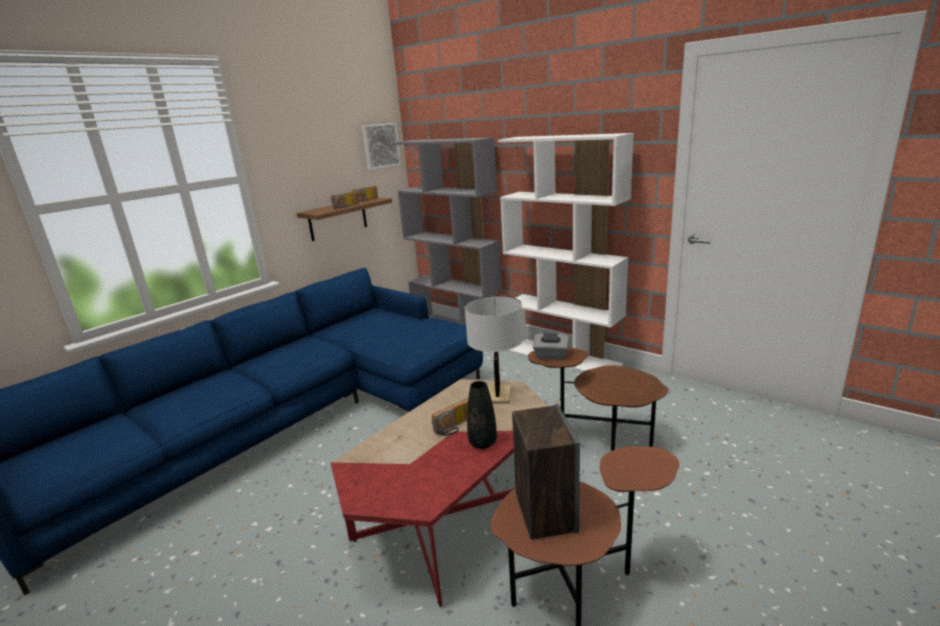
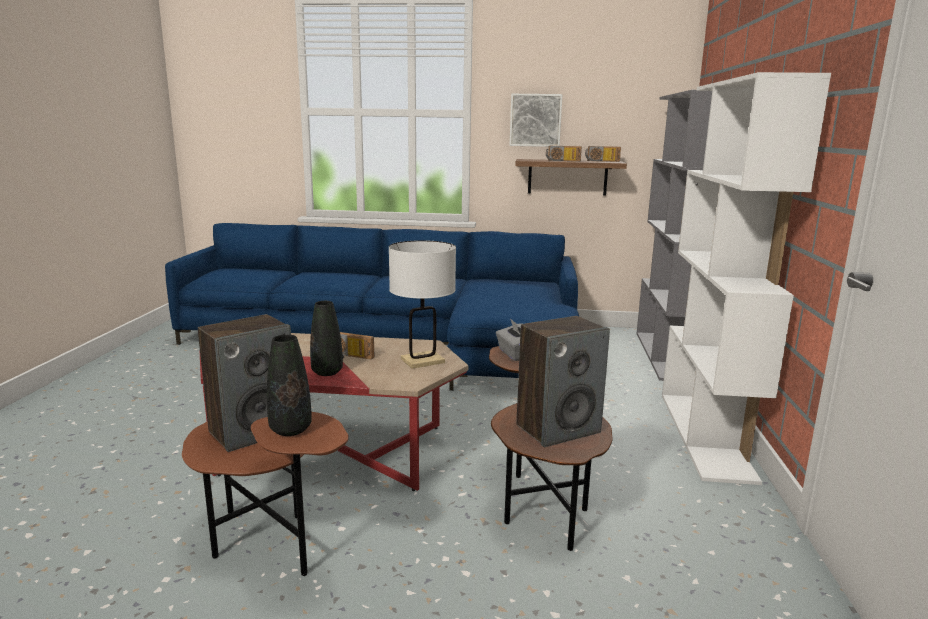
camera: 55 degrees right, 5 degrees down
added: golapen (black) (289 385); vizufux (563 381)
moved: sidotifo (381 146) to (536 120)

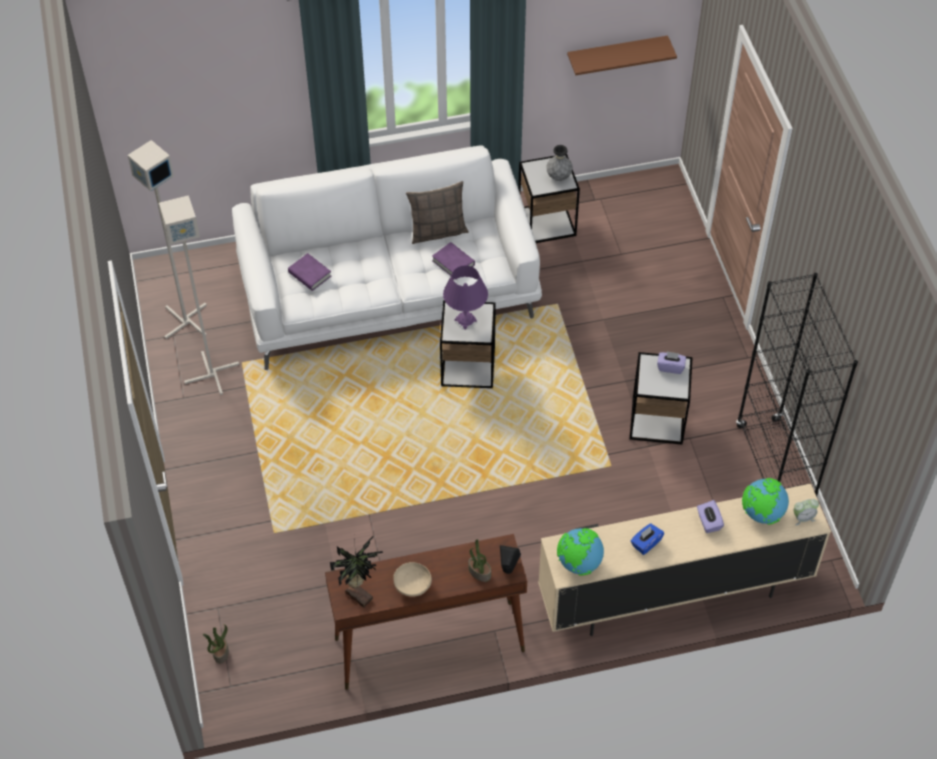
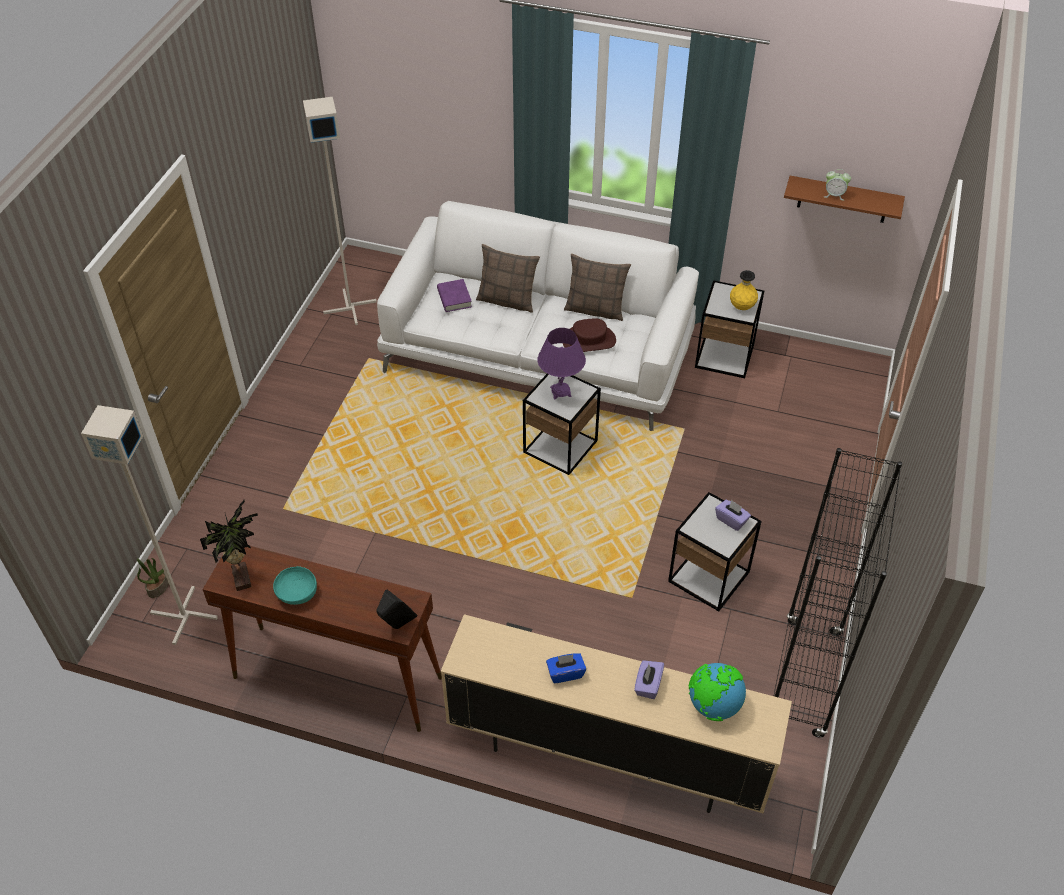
camera: 30 degrees right, 5 degrees down
removed: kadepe (480 560); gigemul (580 551)
added: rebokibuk (508 278)
moved: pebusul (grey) (199 295) to (149 525); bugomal (806 512) to (837 185)
replaced: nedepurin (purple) (453 261) to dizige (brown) (589 335)
recoloured: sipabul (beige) (412 579) to sipabul (turquoise) (295 585); golapen (grey) (559 163) to golapen (yellow) (744 290)

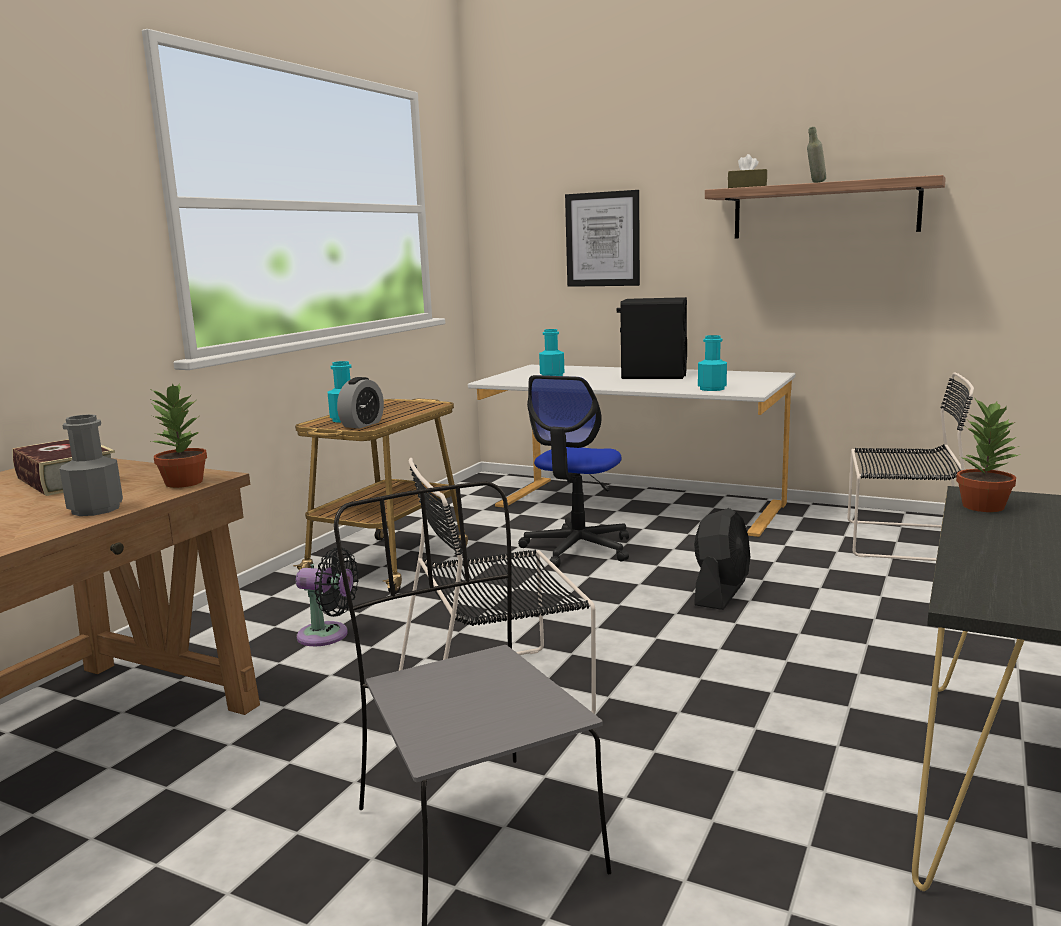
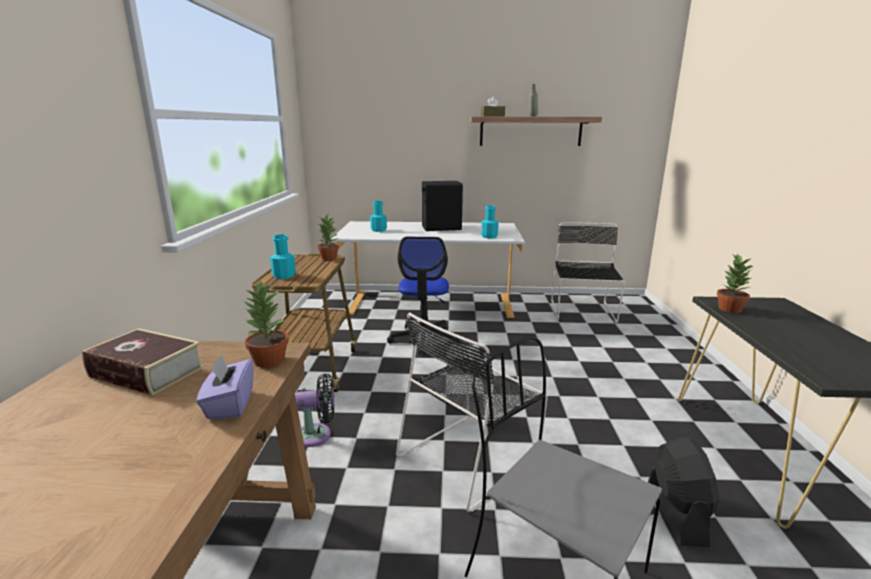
camera: 25 degrees left, 5 degrees up
removed: bugomal (360 402); sidotifo (602 238)
added: kadepe (327 237)
moved: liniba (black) (722 559) to (684 492)
replaced: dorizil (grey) (91 465) to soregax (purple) (225 387)
turned: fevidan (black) (910 466) = (588 272) 75 degrees counterclockwise

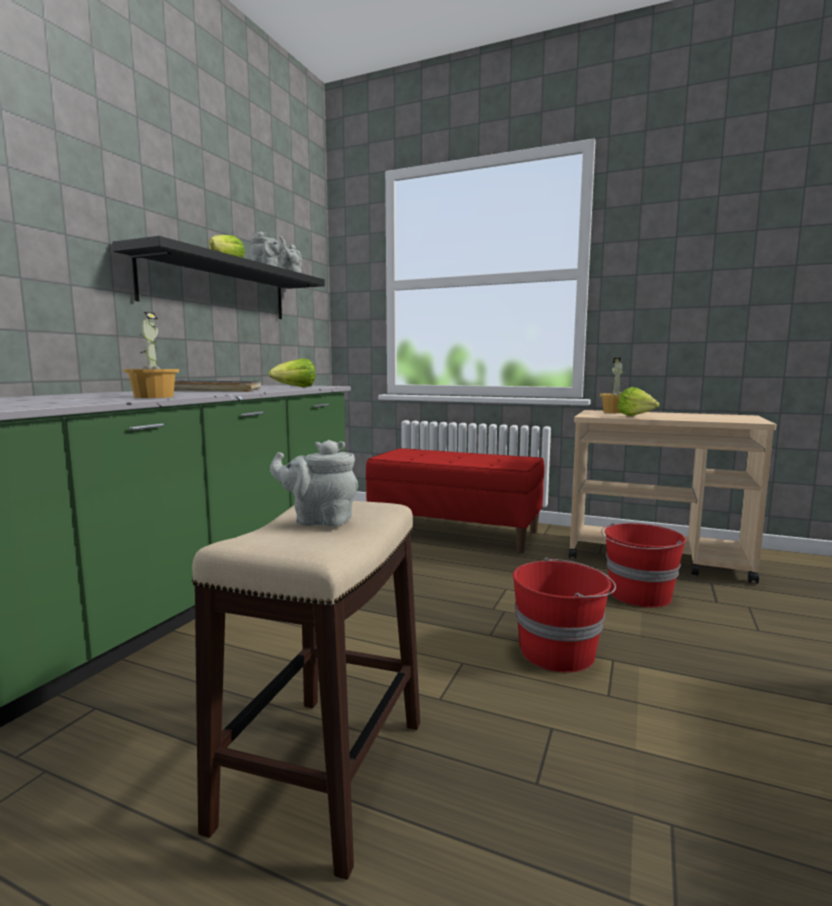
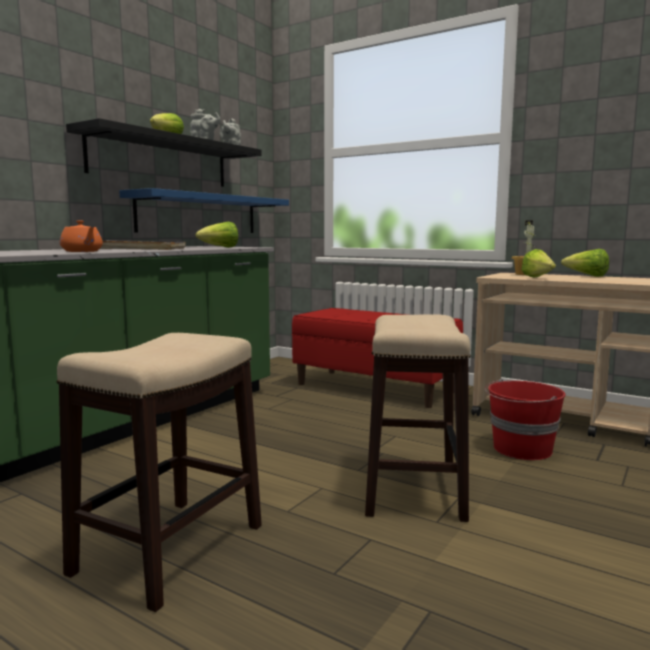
camera: 10 degrees right, 0 degrees up
removed: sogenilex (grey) (314 483)
added: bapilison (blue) (204 210); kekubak (585 263)
replaced: kadepe (151 355) to sogenilex (orange) (81 236); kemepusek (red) (564 615) to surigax (418 418)

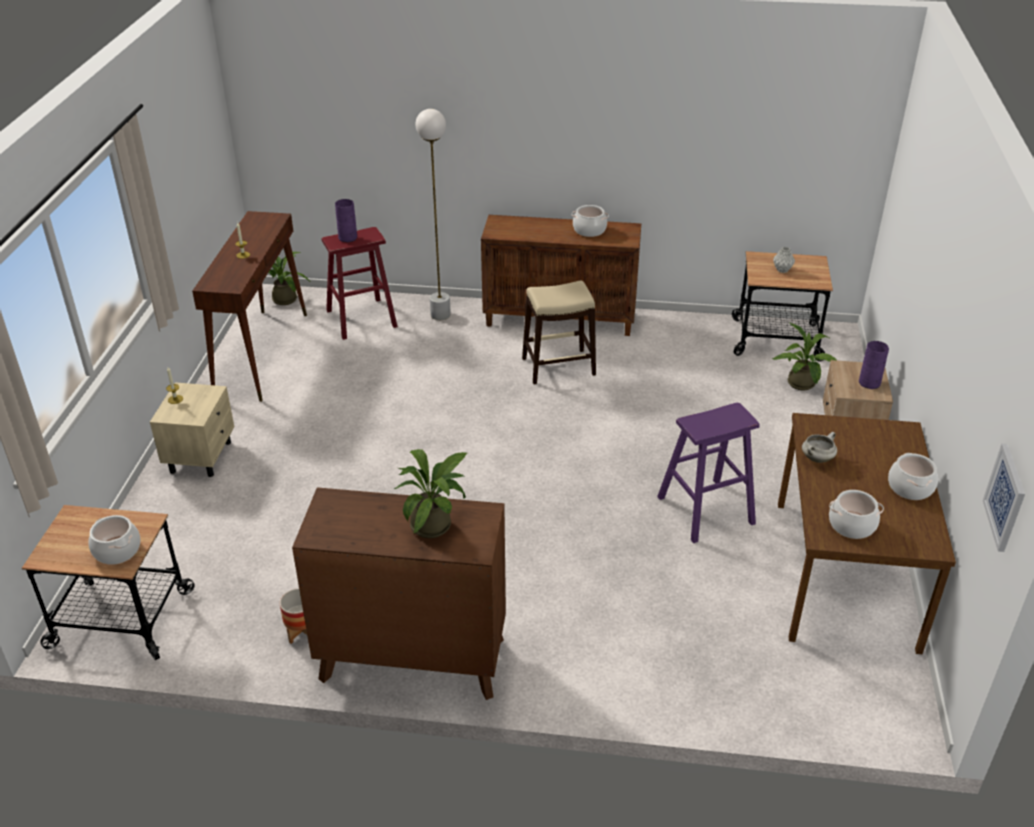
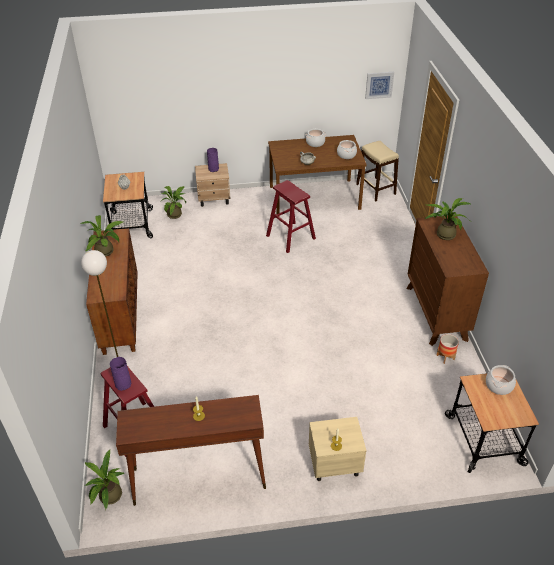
camera: 105 degrees left, 5 degrees up
moved: surigax (beige) (559 332) to (377 171)
replaced: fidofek (590 221) to kadepe (101 236)
recoloured: surigax (purple) (708 473) to surigax (red) (291 216)

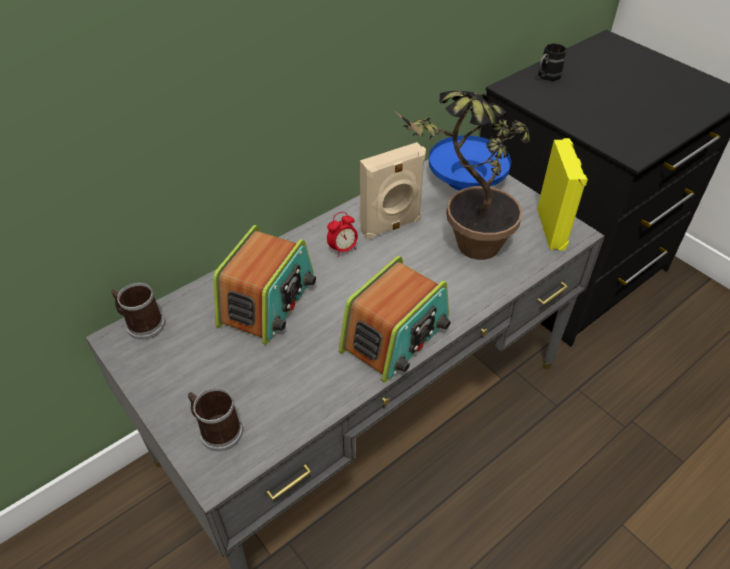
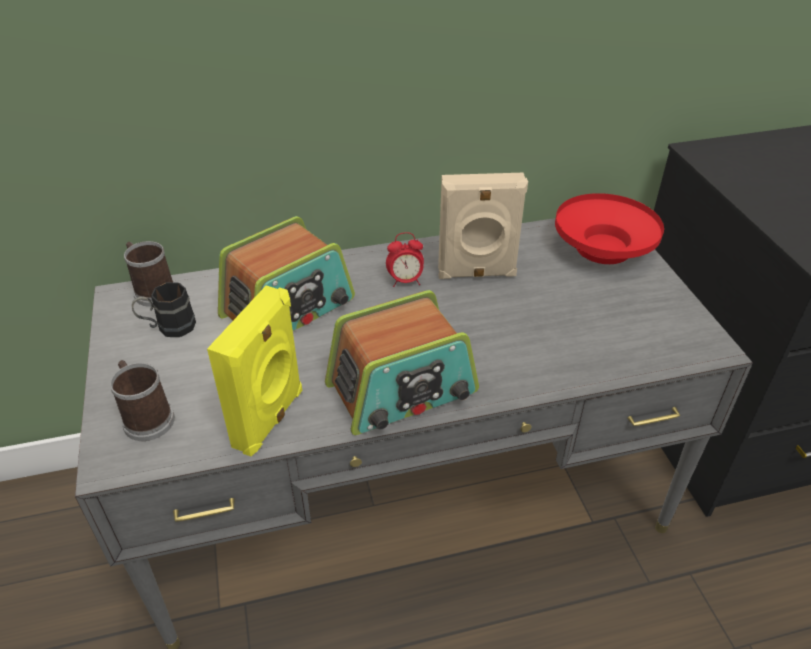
camera: 25 degrees right, 5 degrees down
removed: kadepe (463 175)
moved: vizufux (yellow) (562 194) to (254 371); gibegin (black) (552 62) to (164 309)
recoloured: sipabul (blue) (470 163) to sipabul (red) (609 228)

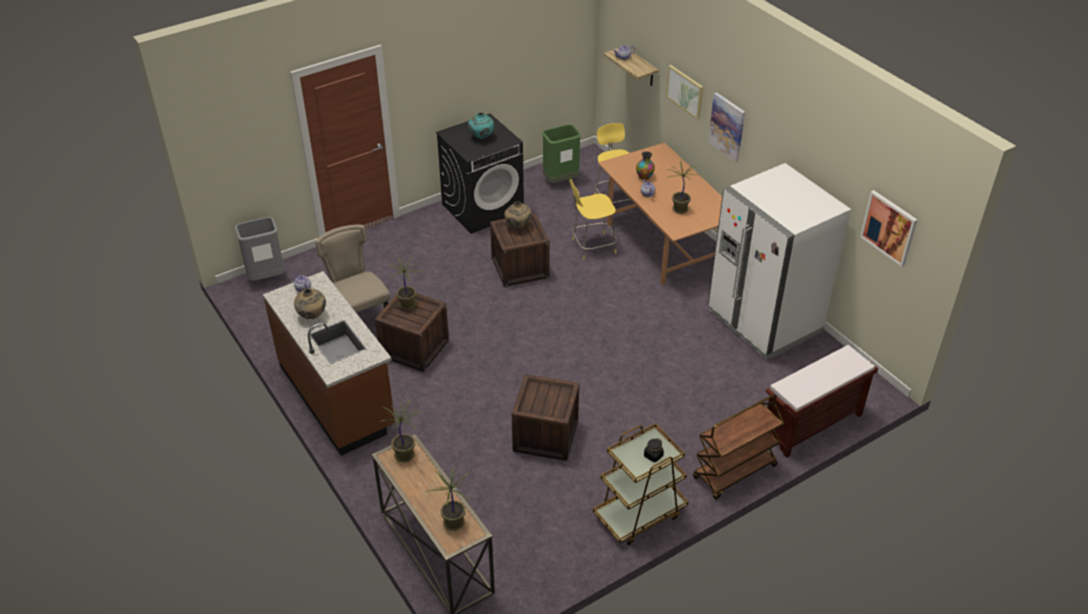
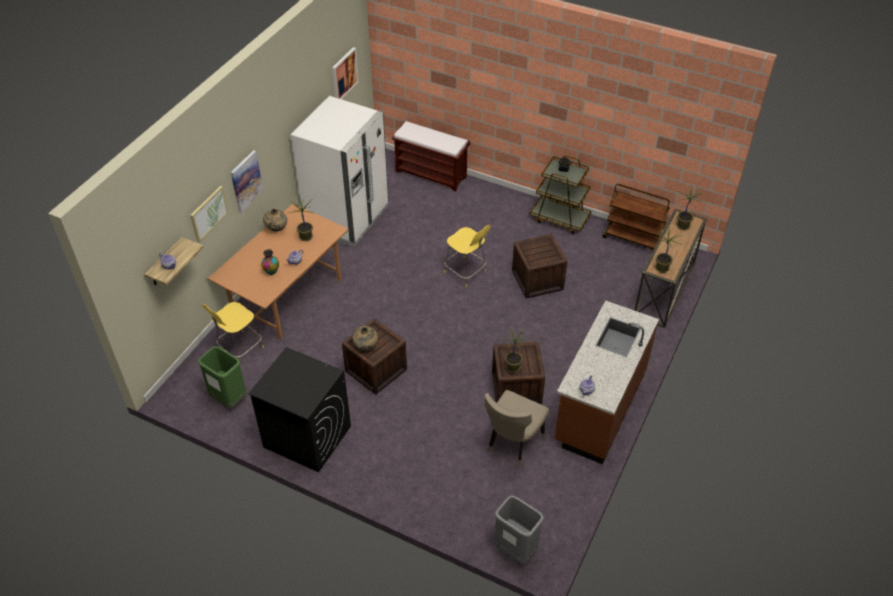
camera: 120 degrees left, 5 degrees up
removed: golapen (turquoise) (481 125)
moved: golapen (beige) (310 303) to (275 220); surigax (yellow) (593 219) to (467 256); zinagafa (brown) (738 447) to (636 218)

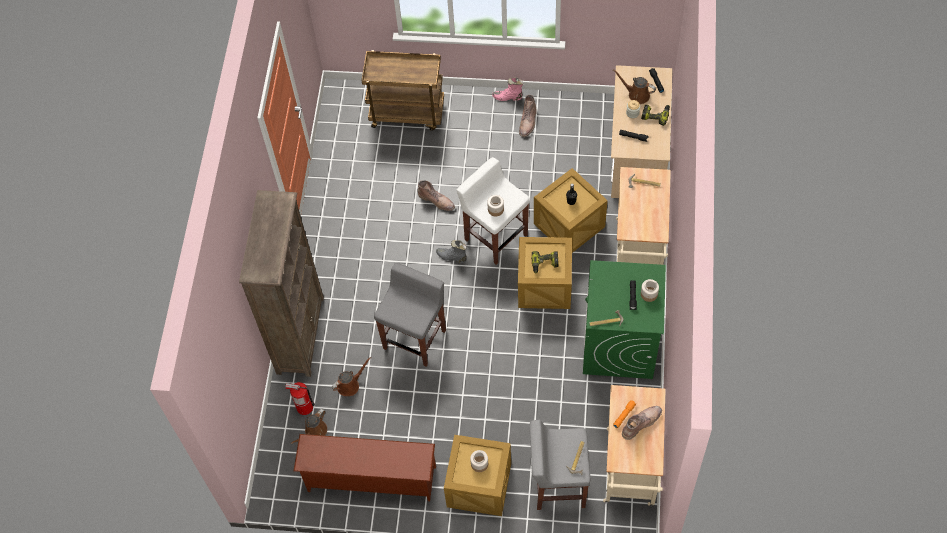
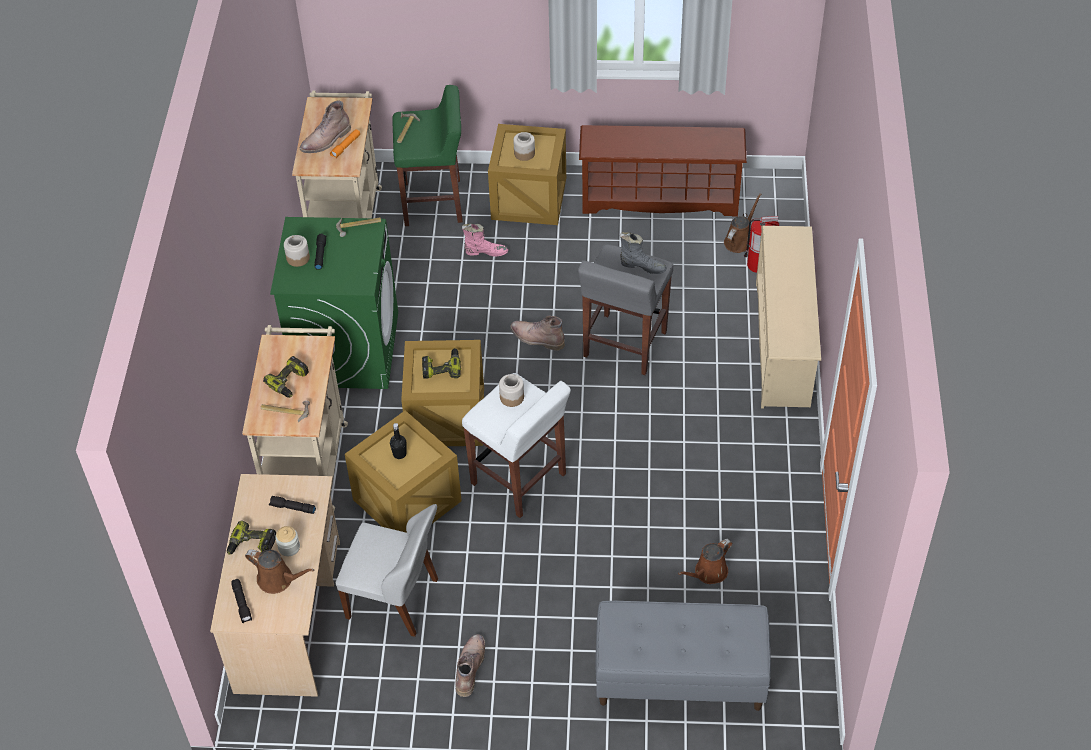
camera: 175 degrees right, 10 degrees down
added: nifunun (286 377); fevidan (white) (387 570)
moved: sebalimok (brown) (351 376) to (705 561); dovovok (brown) (436 195) to (537 333); dovovok (grey) (451 251) to (643 253); dovovok (pink) (507 89) to (485 240)
replaced: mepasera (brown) (281 283) to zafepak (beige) (788 317); zinagafa (brown) (402 90) to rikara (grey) (683 656)
recoloured: surigax (grey) (560 465) to surigax (green) (427 155)

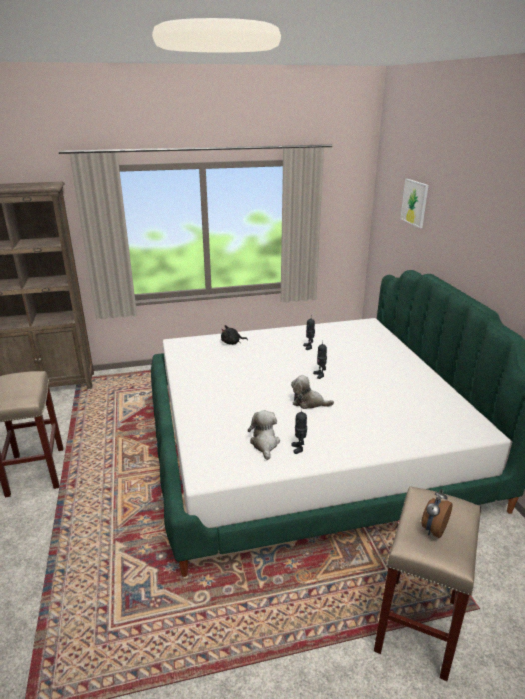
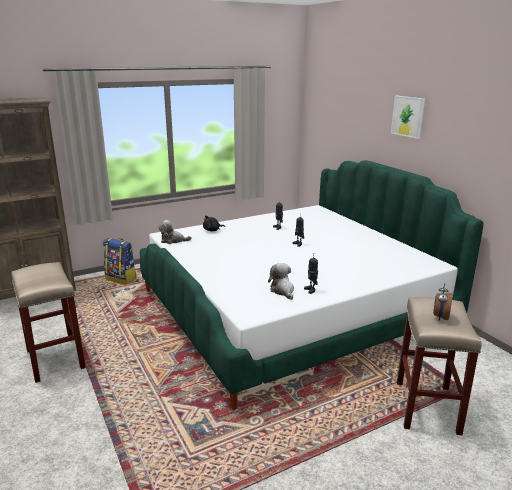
camera: 15 degrees left, 5 degrees down
added: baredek (120 261)
moved: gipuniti (312 392) to (174 232); sidotifo (414 203) to (408 117)

